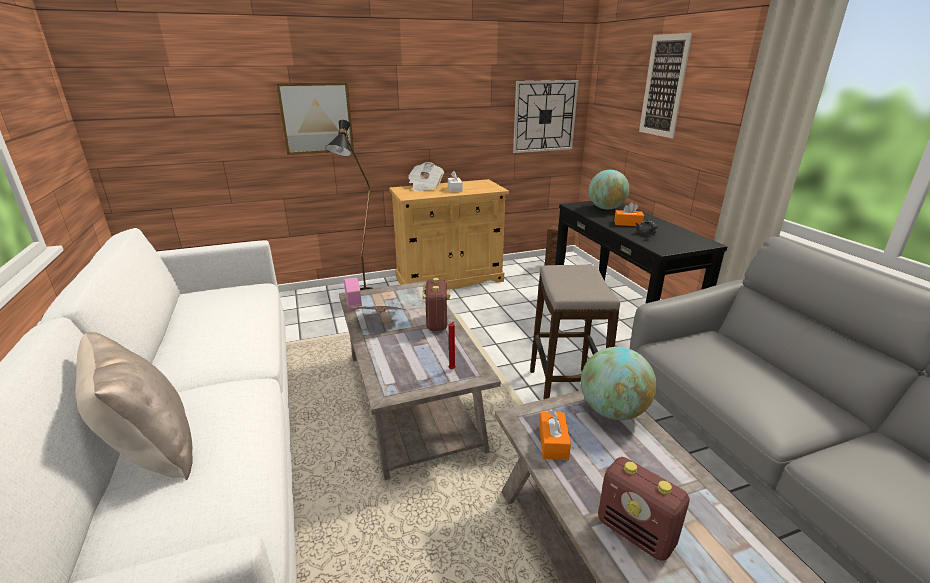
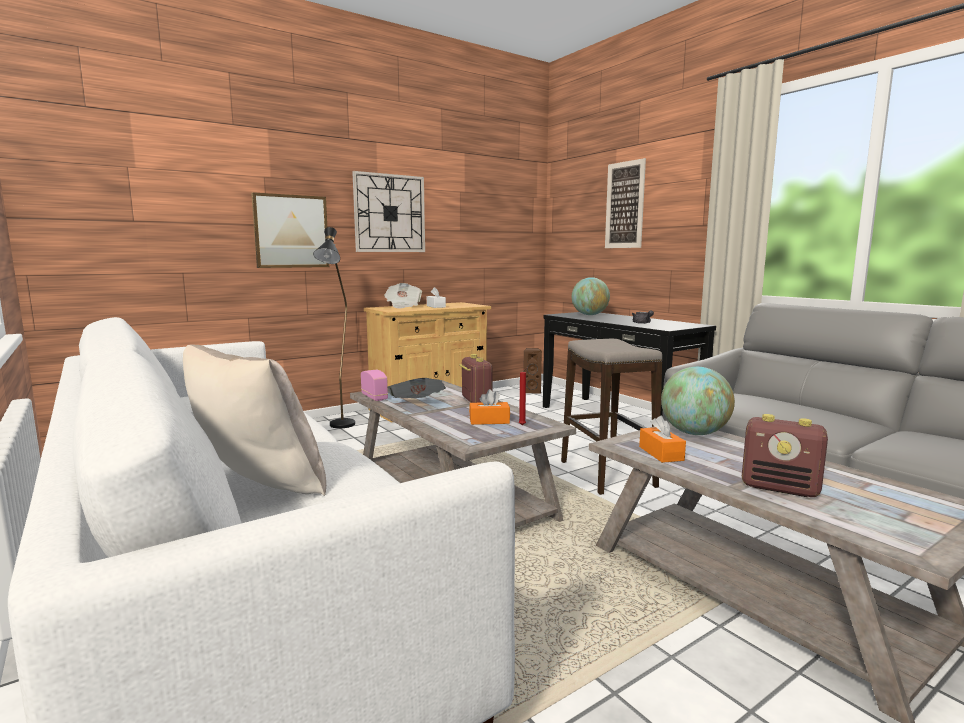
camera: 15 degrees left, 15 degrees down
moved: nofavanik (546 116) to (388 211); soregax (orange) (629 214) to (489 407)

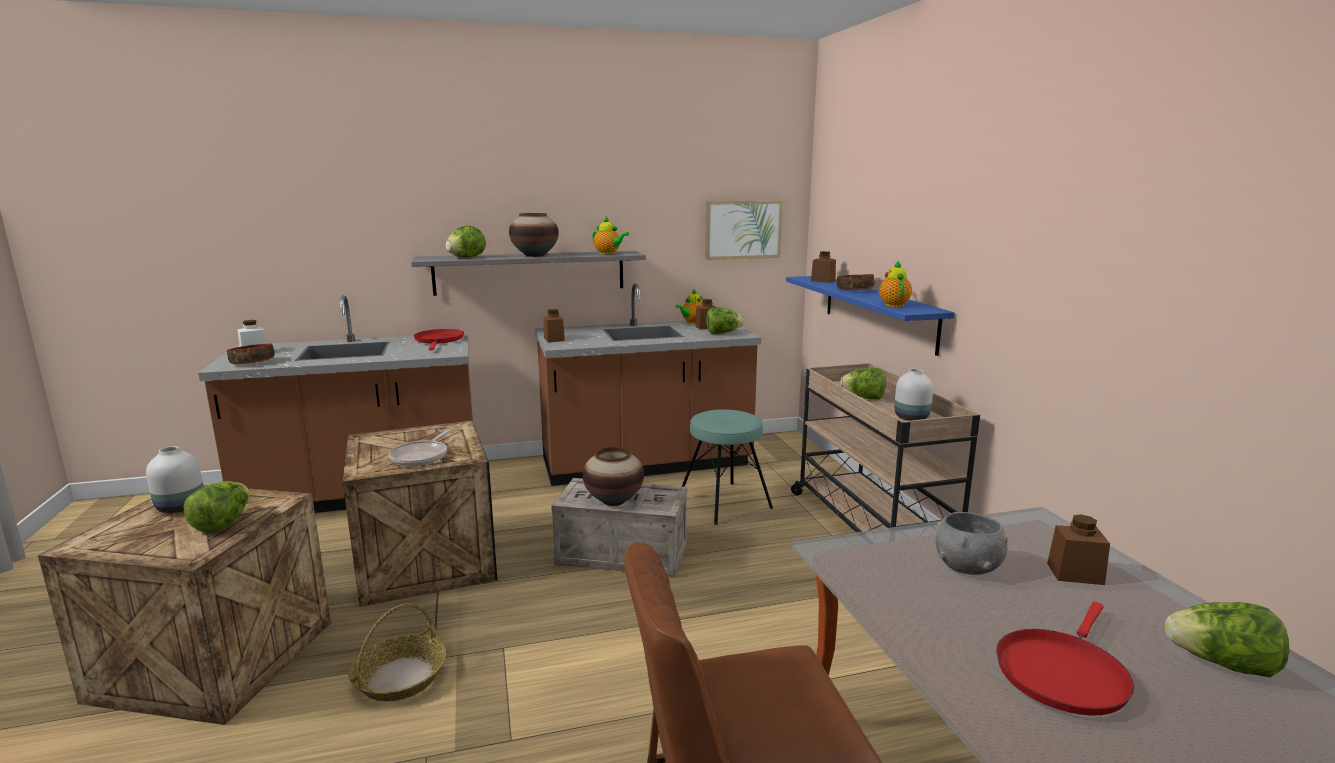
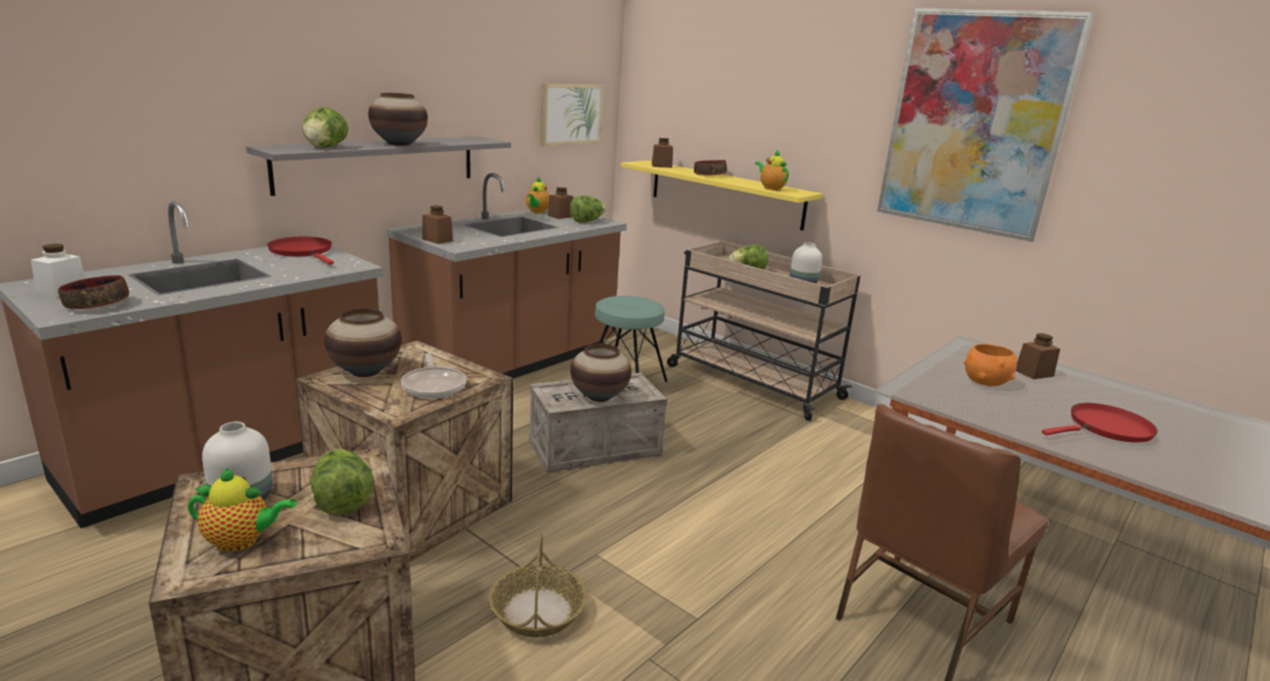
camera: 35 degrees left, 5 degrees up
removed: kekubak (1227 639)
added: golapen (362 342); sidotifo (985 125)
moved: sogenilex (610 235) to (242 510)
recoloured: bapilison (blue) (870 316) to bapilison (yellow) (721 195); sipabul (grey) (972 543) to sipabul (orange) (990 365)
turned: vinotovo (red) (1065 659) = (1100 422) 120 degrees counterclockwise

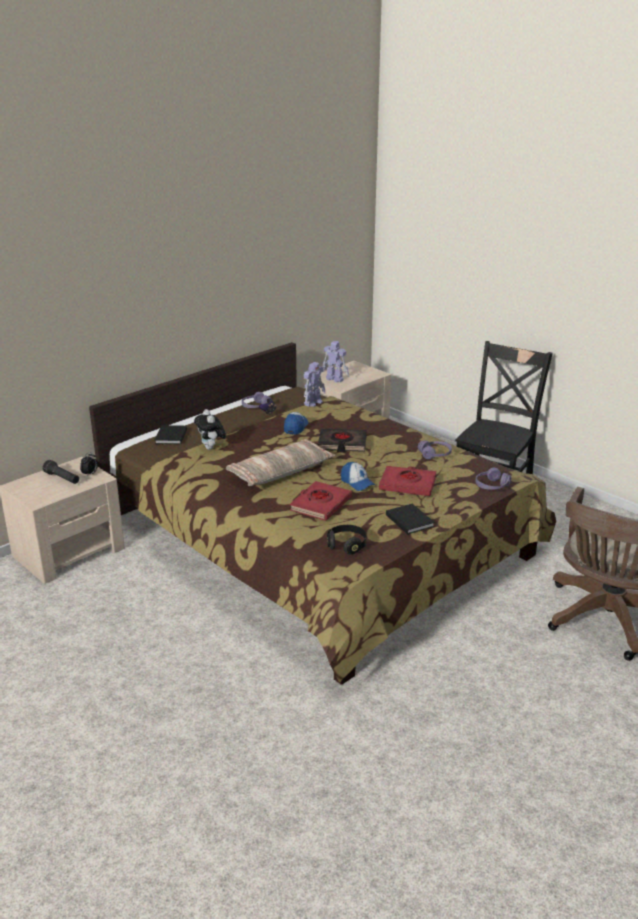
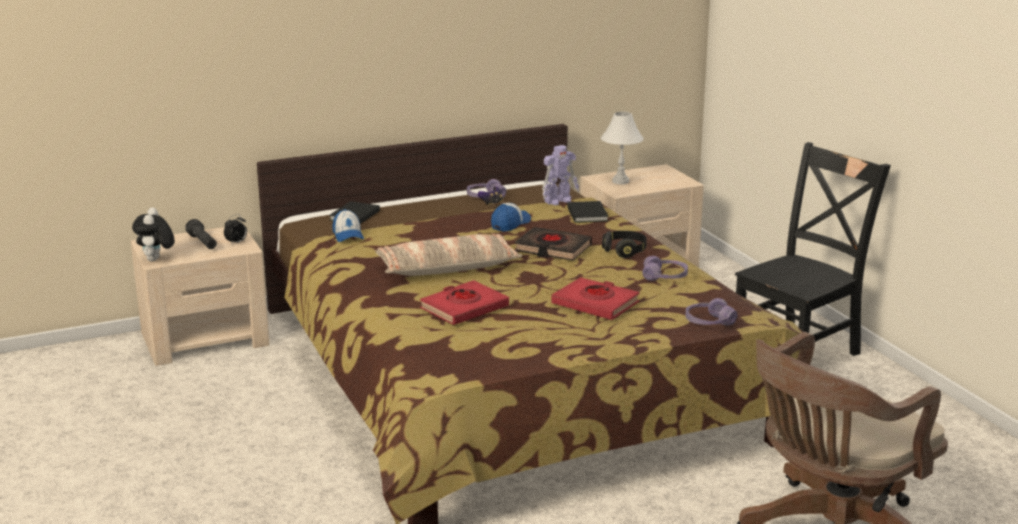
camera: 20 degrees right, 5 degrees down
moved: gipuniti (210 429) to (153 234); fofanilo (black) (346 539) to (624 244); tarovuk (358 476) to (348 225); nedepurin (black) (410 519) to (587 212)
replaced: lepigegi (335 361) to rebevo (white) (622 148)

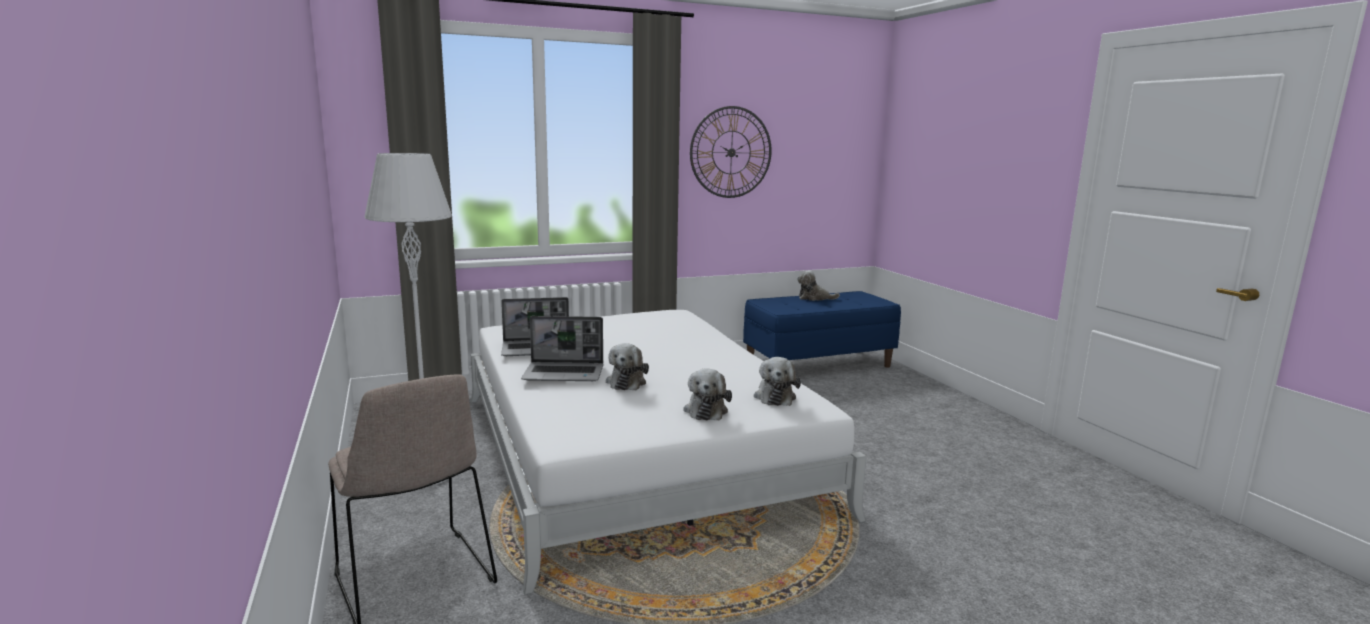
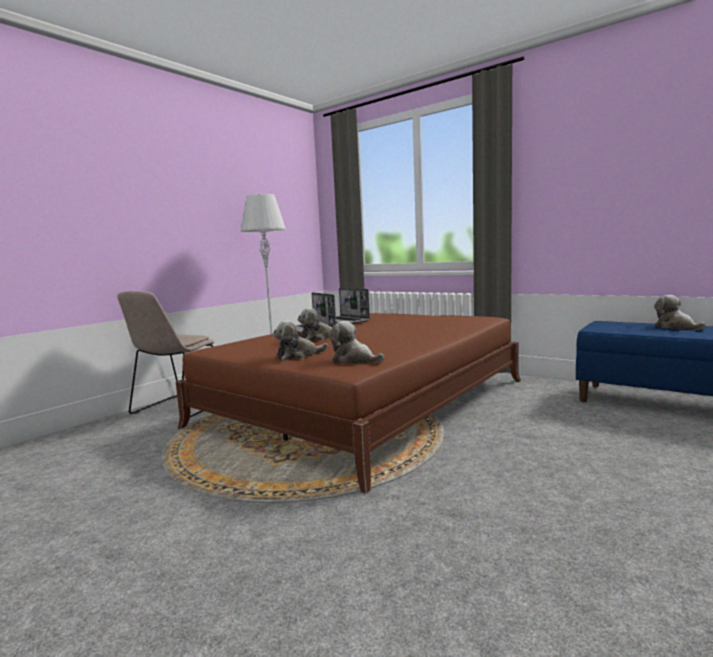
camera: 60 degrees right, 5 degrees down
removed: nofavanik (730 152)
recoloured: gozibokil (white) (668 452) to gozibokil (brown) (348 403)
turned: gipuniti (777 381) = (356 342) 60 degrees clockwise

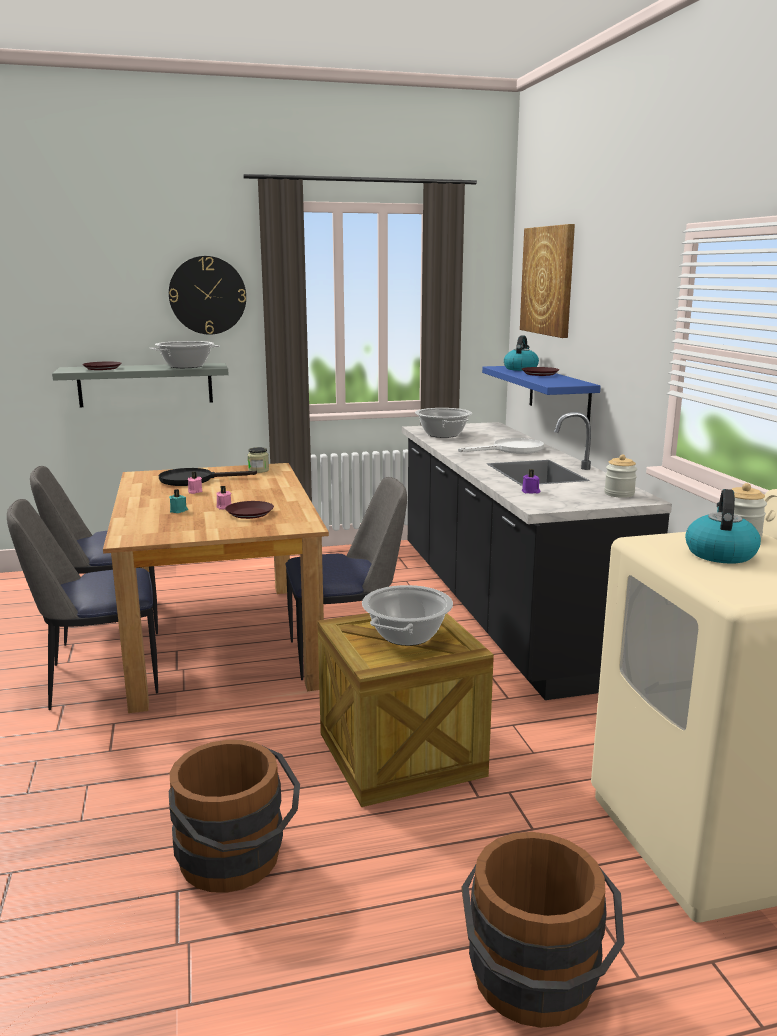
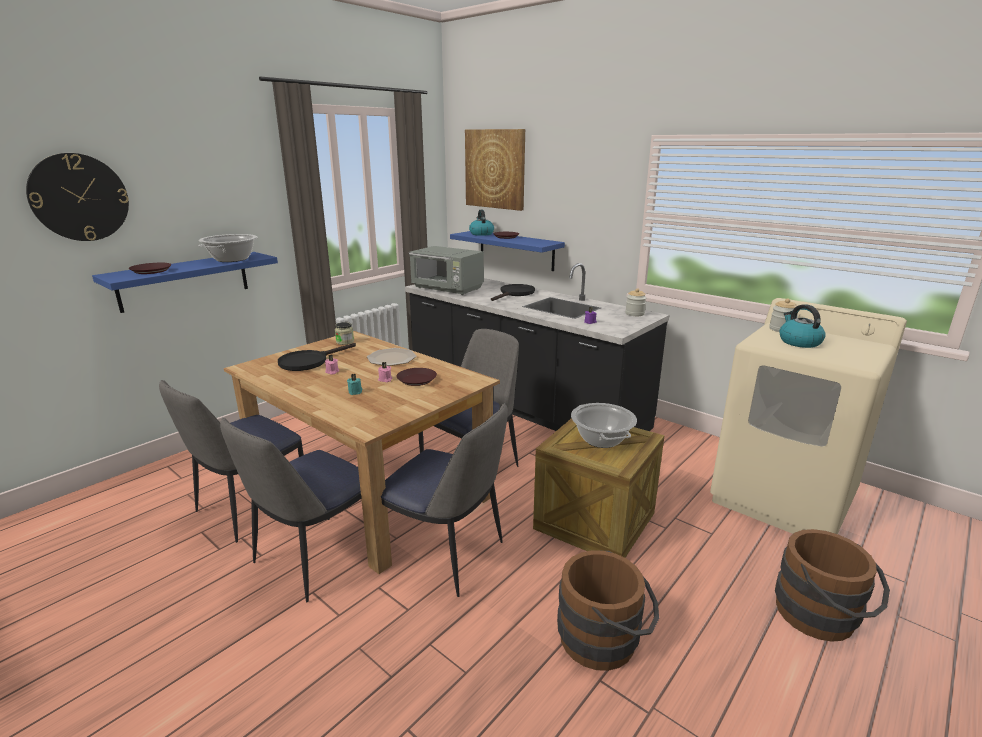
camera: 35 degrees left, 5 degrees up
added: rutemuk (391 357); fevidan (444 500)
moved: nofavanik (207 295) to (77 197)
replaced: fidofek (443 423) to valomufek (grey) (446 270)
recoloured: bapilison (grey) (140 385) to bapilison (blue) (185 282); vinotovo (white) (501 446) to vinotovo (black) (513 292)

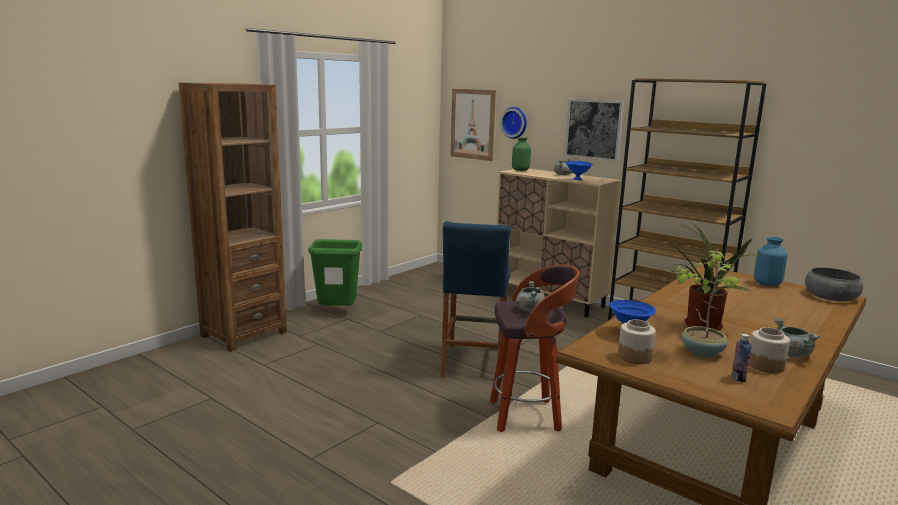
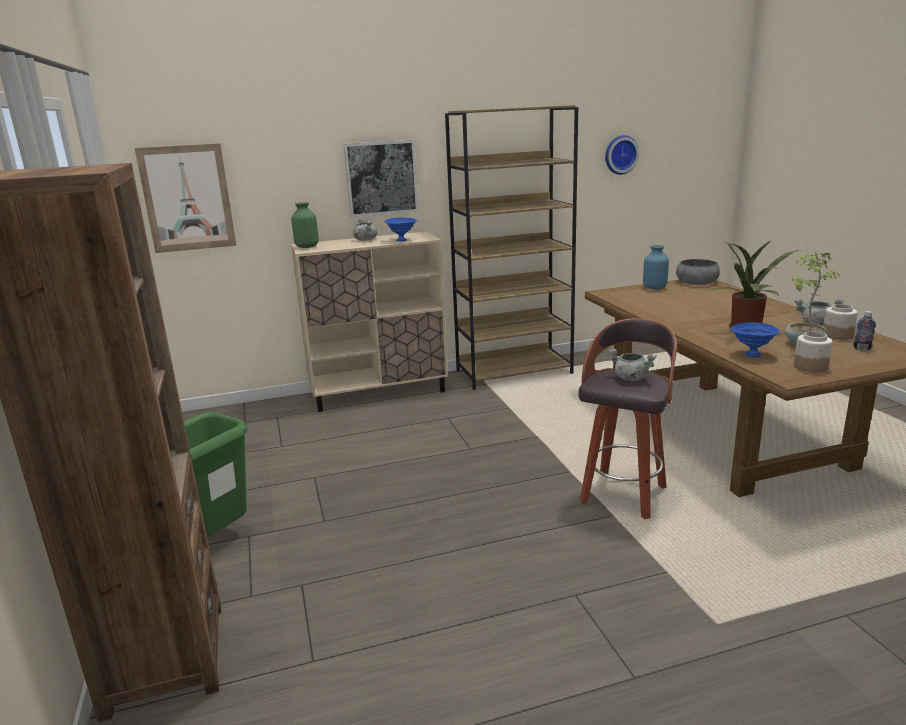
camera: 55 degrees left, 5 degrees up
removed: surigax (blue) (475 299)
moved: nofavanik (513 123) to (622 155)

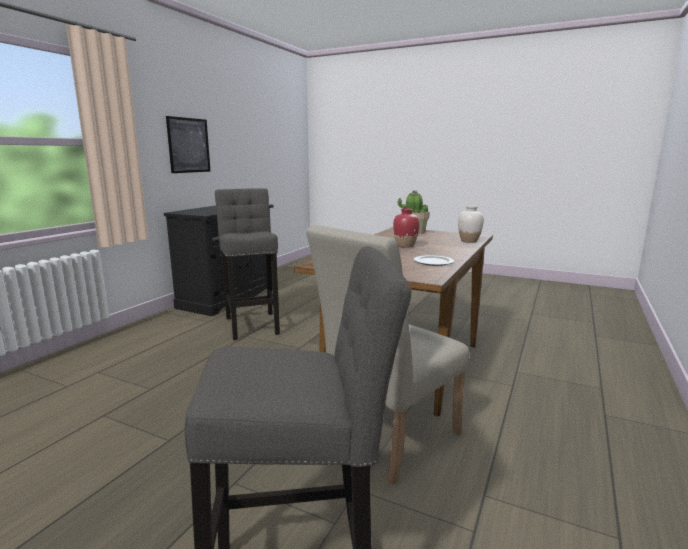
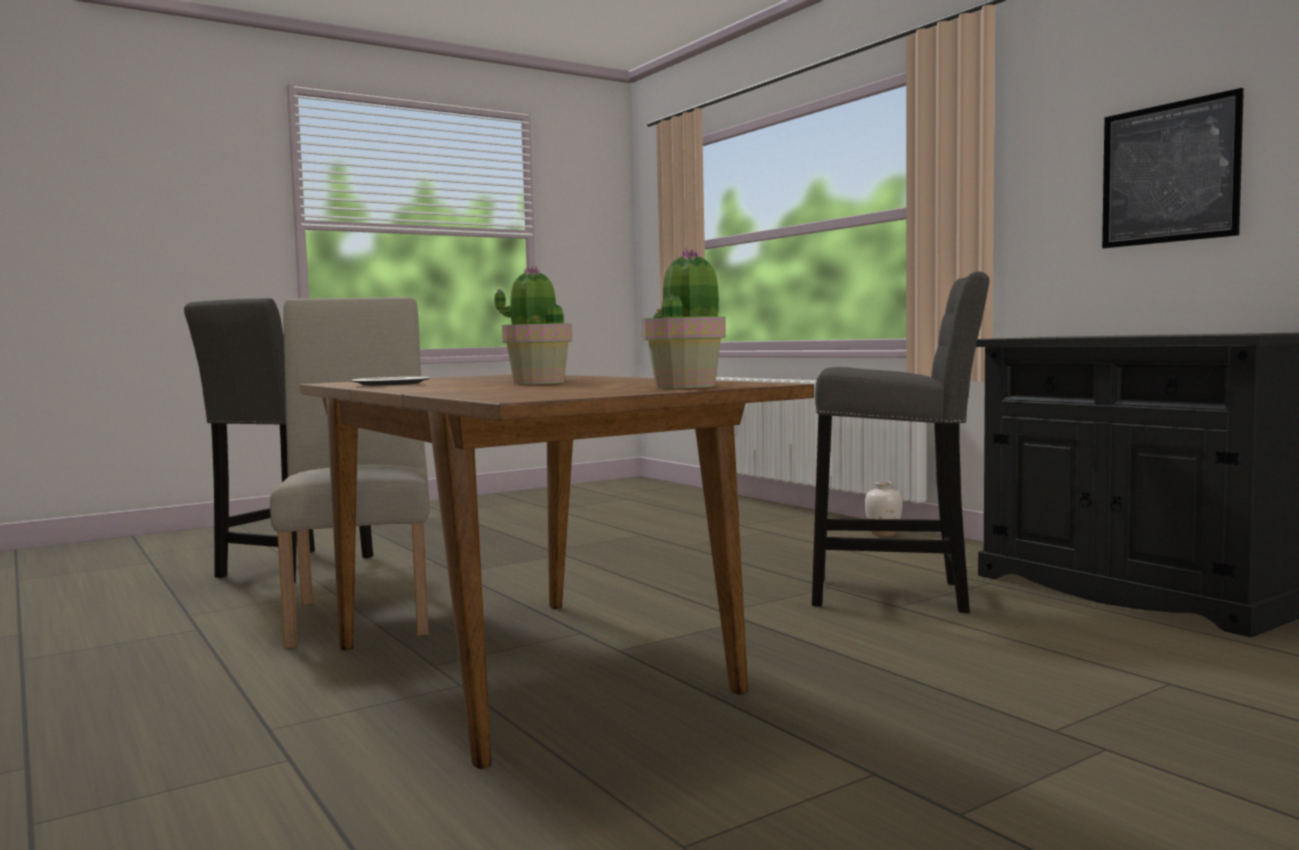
camera: 120 degrees right, 10 degrees down
moved: golapen (white) (471 224) to (883 508)
replaced: golapen (red) (406 228) to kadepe (533 325)

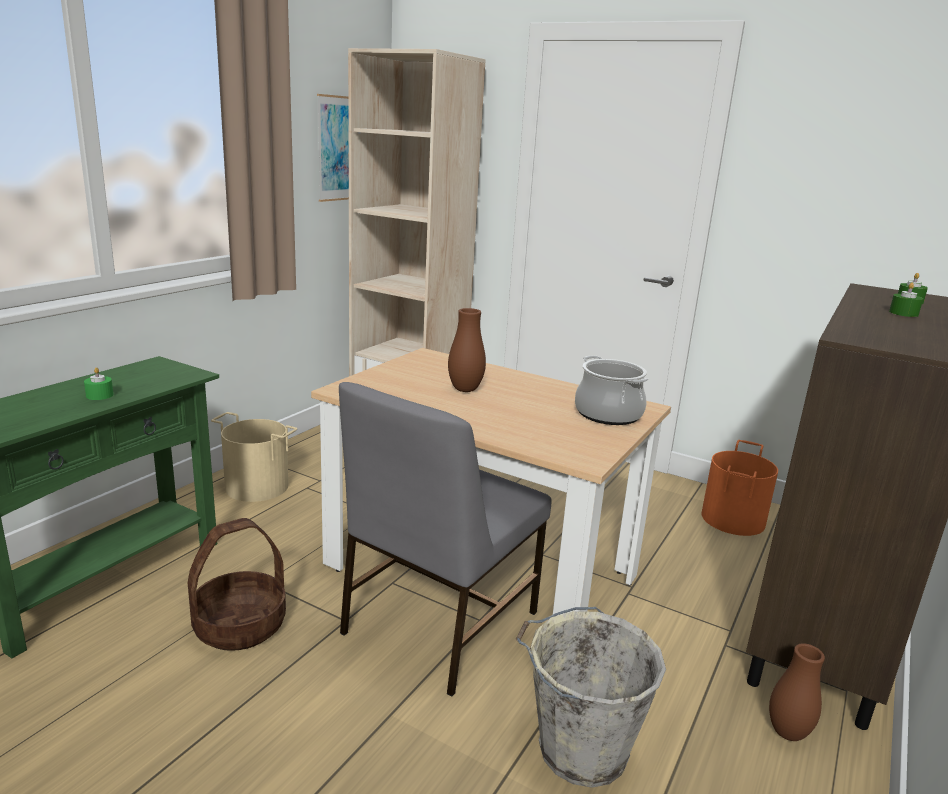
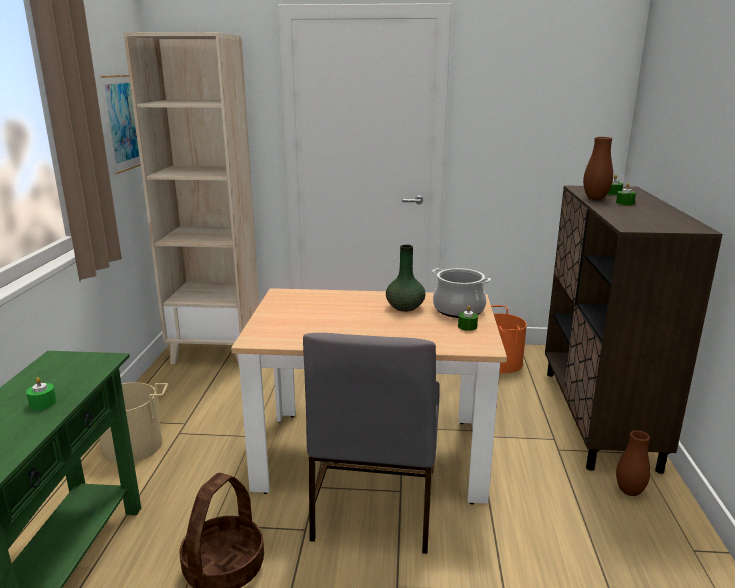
camera: 25 degrees left, 0 degrees up
removed: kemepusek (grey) (591 697)
added: golapen (green) (405 278); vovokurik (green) (468 318)
moved: golapen (brown) (467 350) to (598 168)

